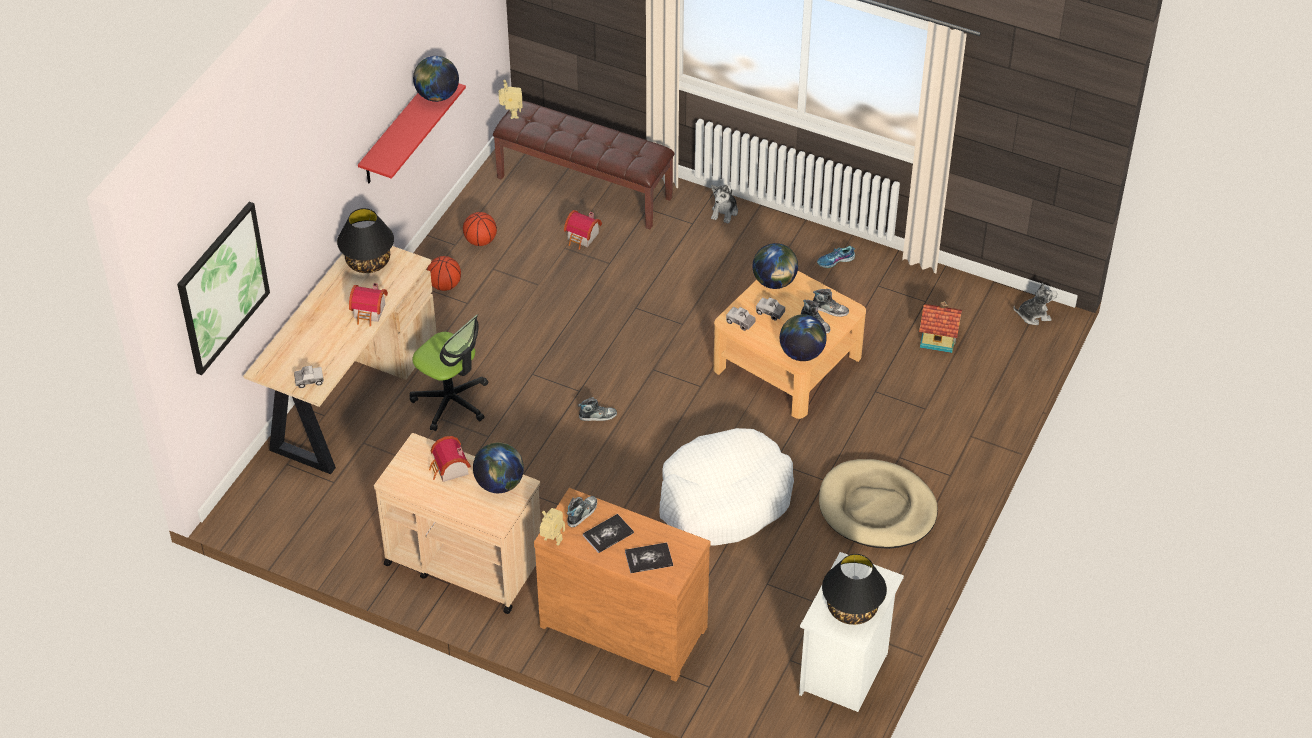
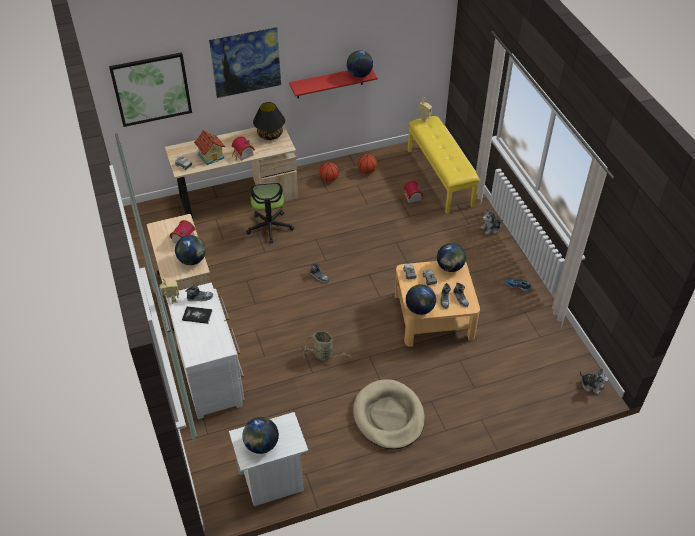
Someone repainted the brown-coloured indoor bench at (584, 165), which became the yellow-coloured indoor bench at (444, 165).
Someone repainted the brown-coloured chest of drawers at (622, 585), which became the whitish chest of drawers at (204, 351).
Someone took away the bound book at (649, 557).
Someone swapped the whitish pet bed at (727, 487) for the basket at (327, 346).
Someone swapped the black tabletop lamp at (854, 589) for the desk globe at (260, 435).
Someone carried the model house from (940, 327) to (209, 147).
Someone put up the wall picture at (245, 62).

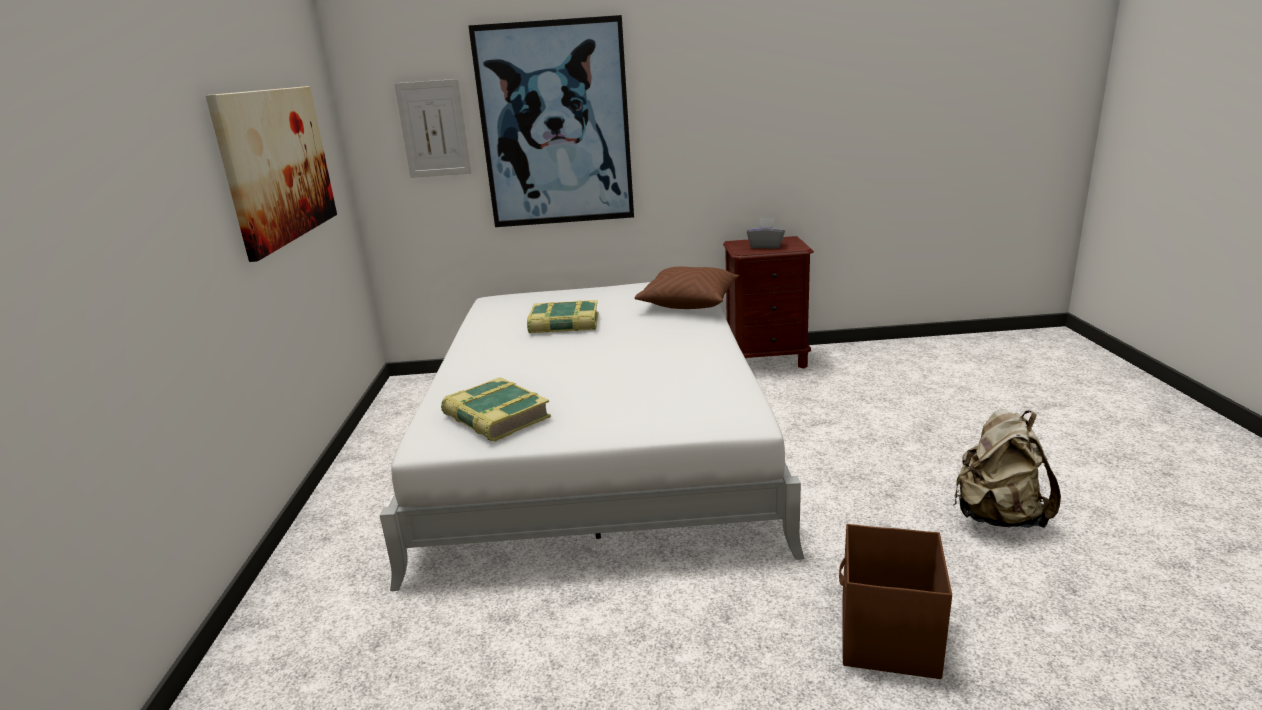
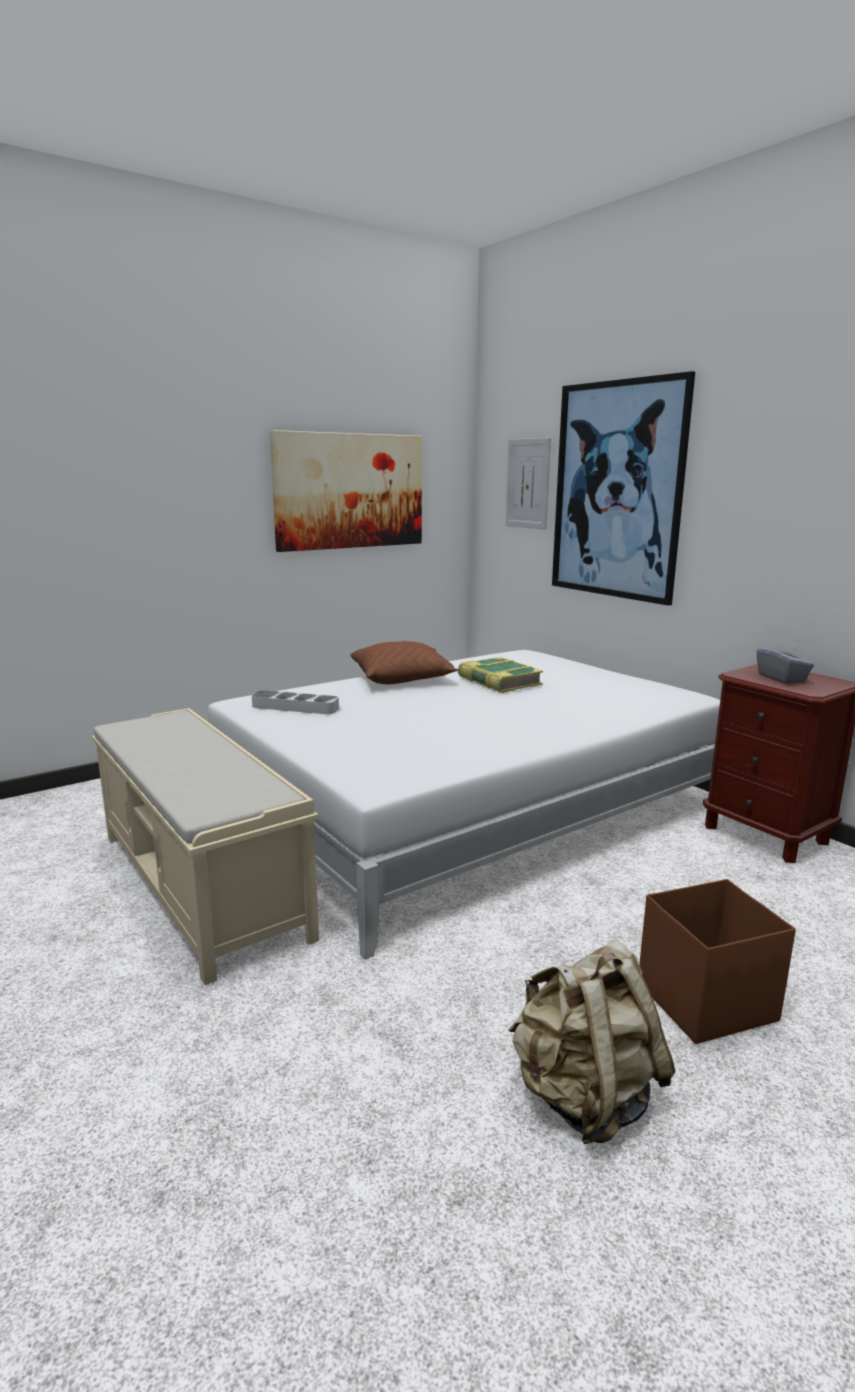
Someone swapped the bound book at (496, 409) for the gray tray at (295, 702).
Someone carried the brown-coloured throw pillow from (686, 287) to (404, 662).
Someone carried the brown-coloured storage box from (895, 601) to (717, 961).
Someone put down the beige indoor bench at (205, 846).

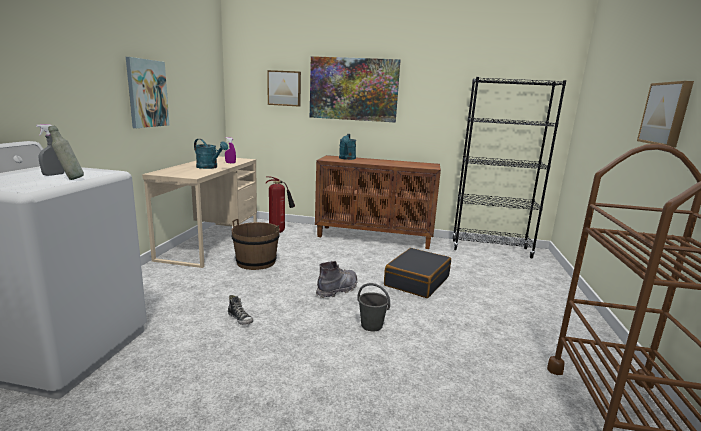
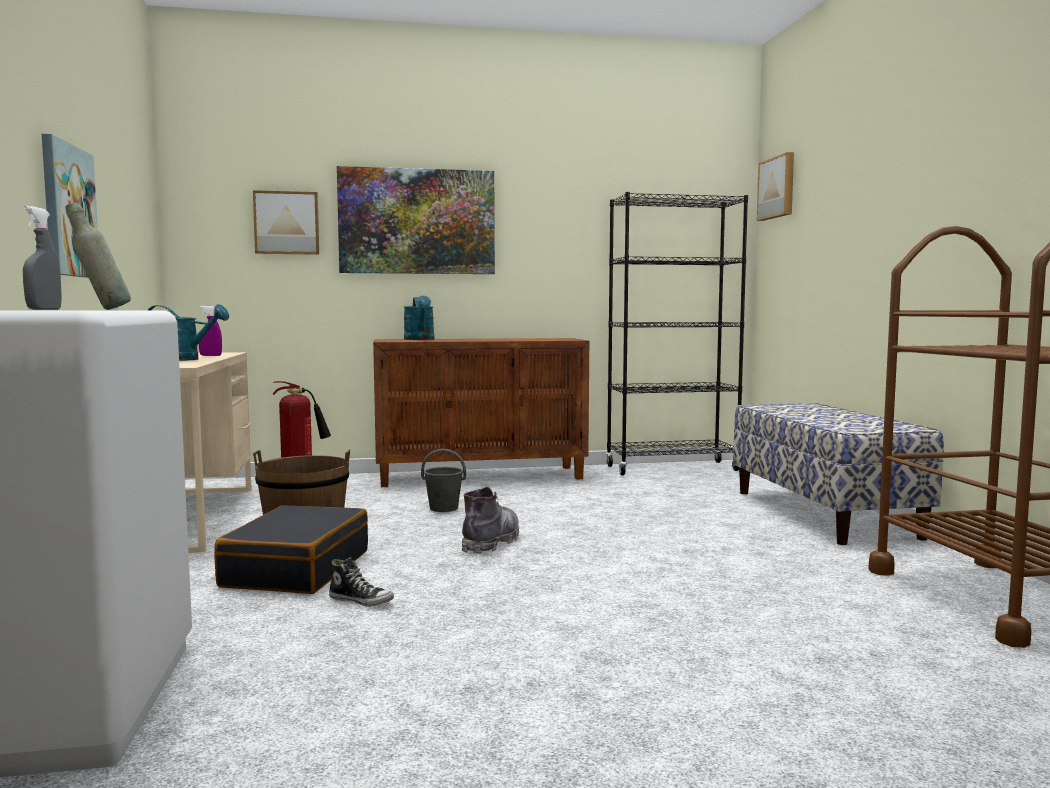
Someone carried the gray water bucket from (373, 307) to (443, 480).
Someone carried the black travel case from (417, 273) to (291, 549).
Someone carried the wall picture from (665, 114) to (775, 186).
Someone put down the indoor bench at (838, 474).

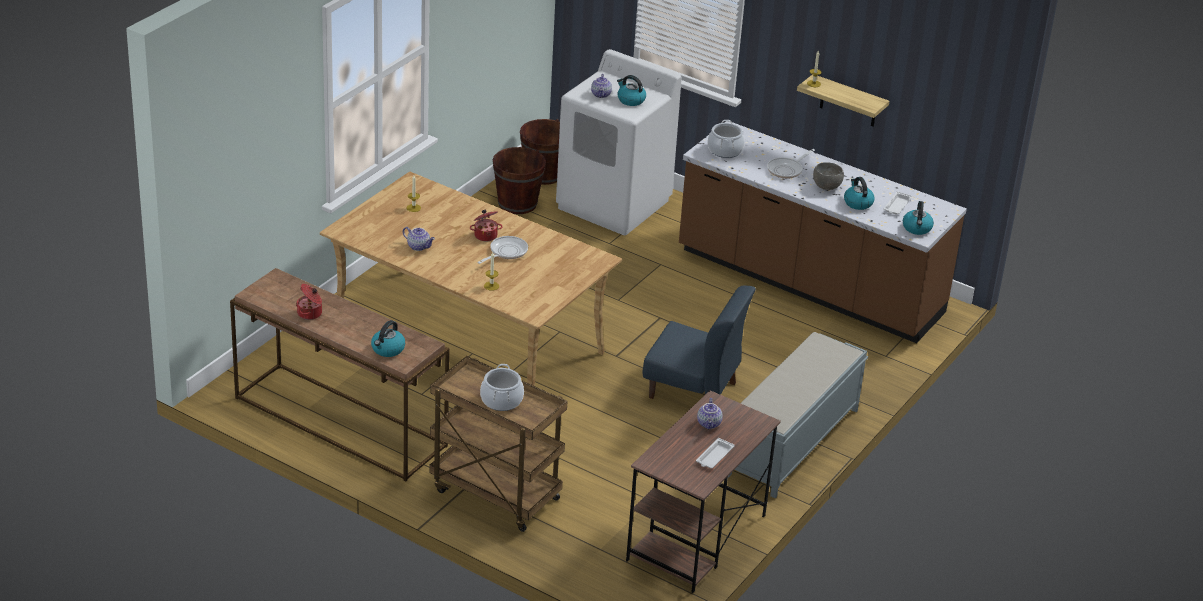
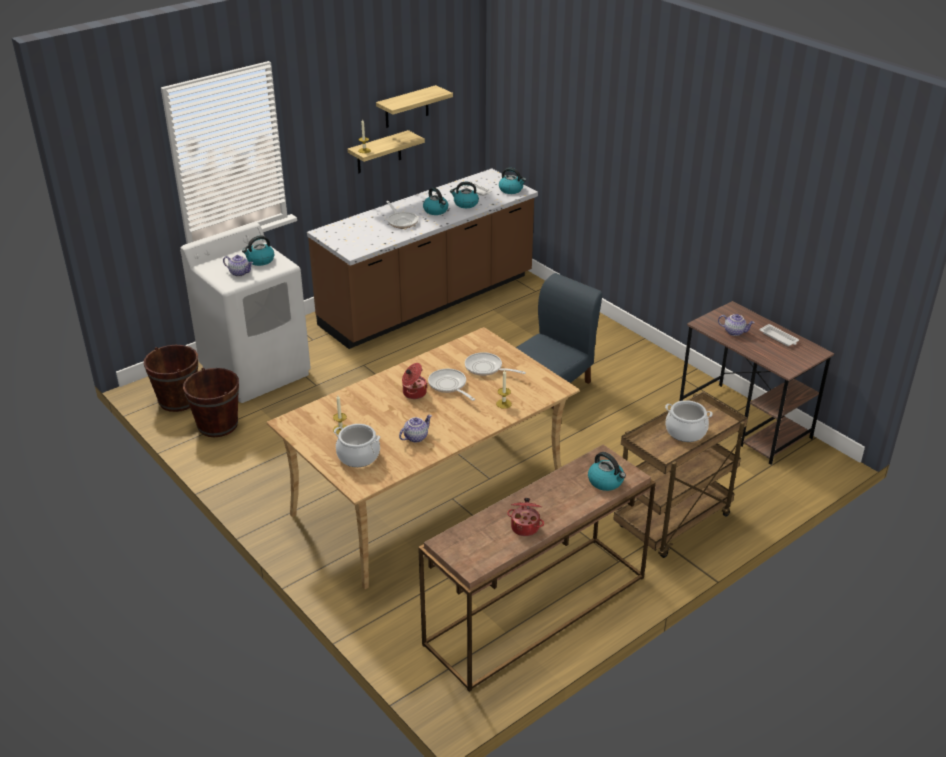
Someone carried the saucepot from (726, 139) to (357, 445).
Someone took away the gray indoor bench at (798, 415).
Someone swapped the gray bowl at (828, 176) for the tea kettle at (435, 201).
Someone put up the shelf at (414, 106).
Someone put down the skillet at (495, 364).

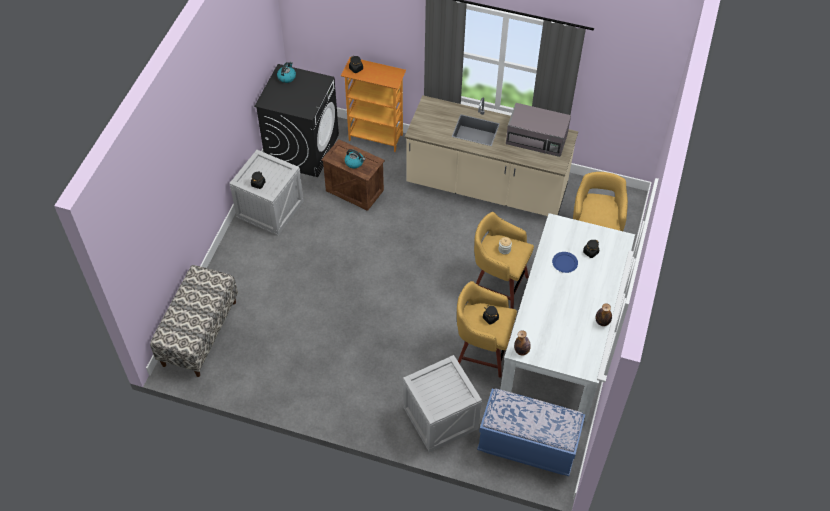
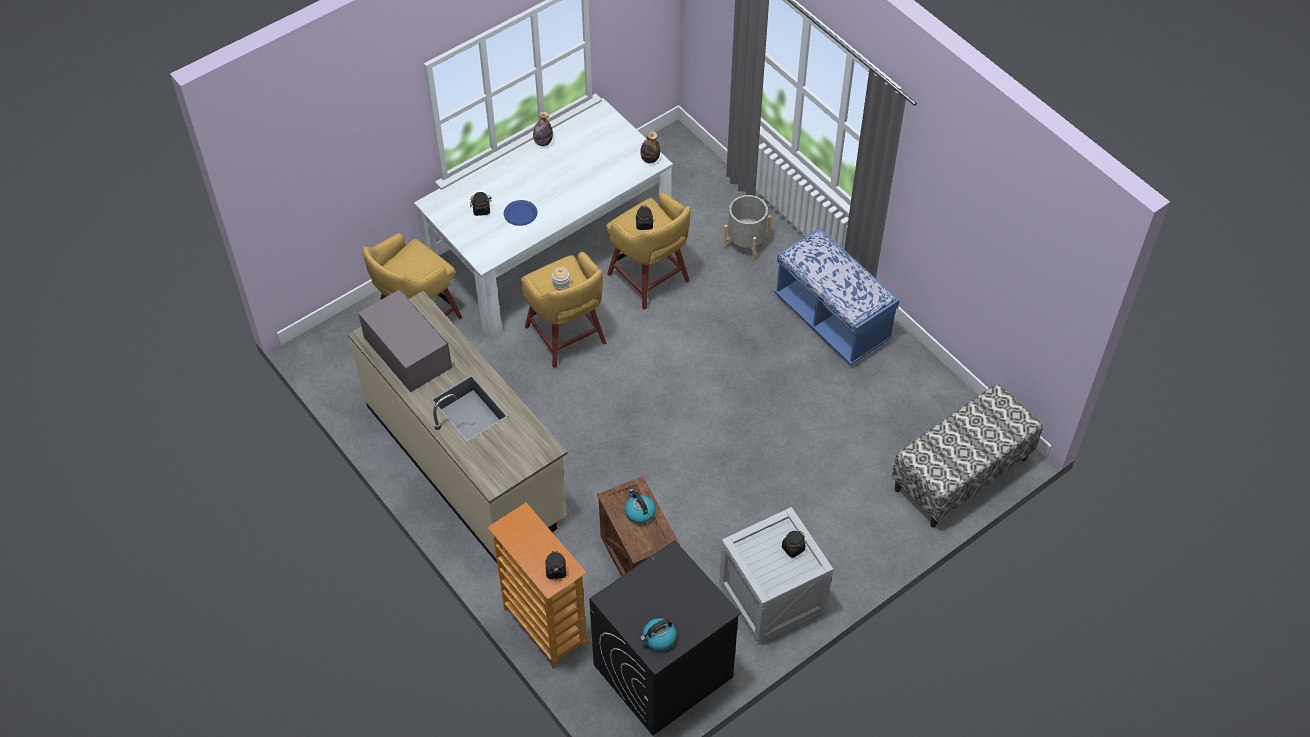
Someone swapped the shipping crate at (442, 403) for the gray planter at (747, 228).
Someone carried the bluish indoor bench from (531, 432) to (837, 296).

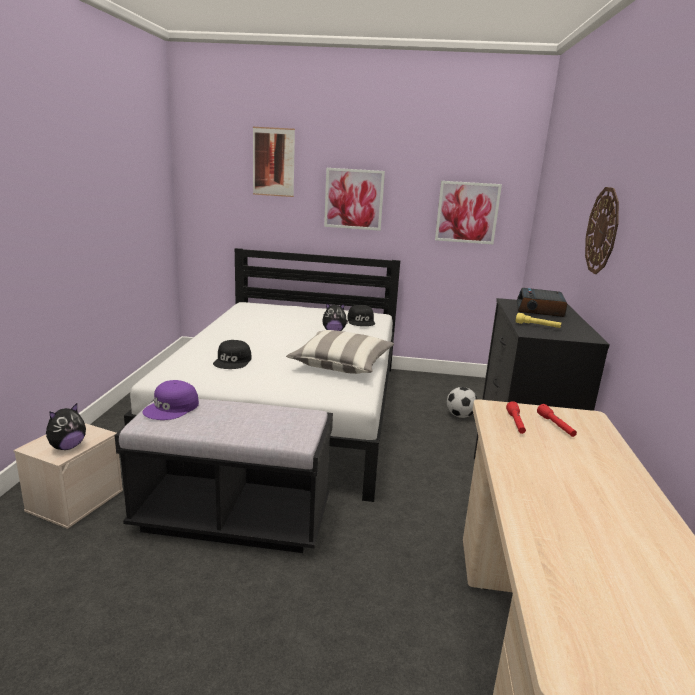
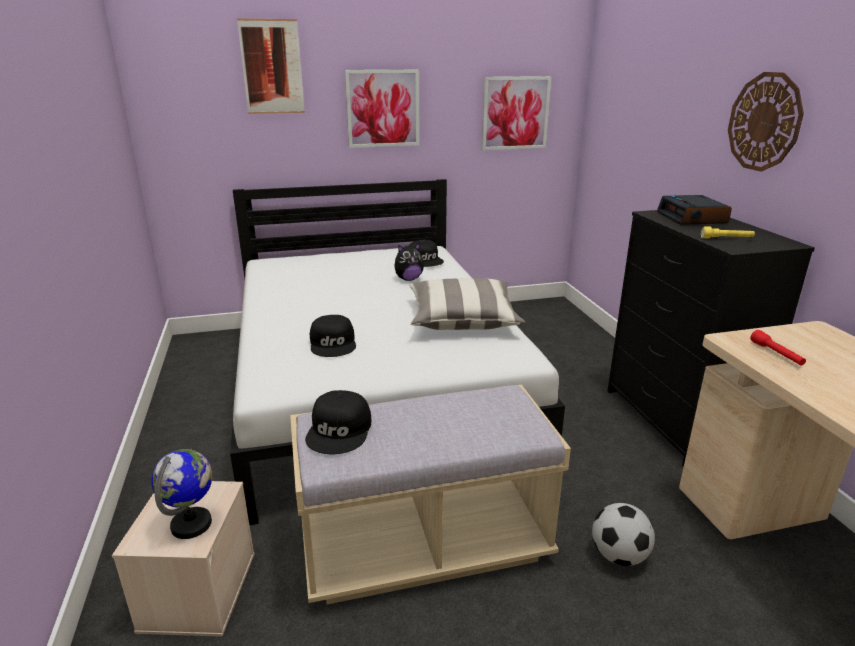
Someone swapped the cuddly toy at (66, 426) for the desk globe at (182, 494).
Someone repainted the black indoor bench at (223, 476), which became the beige indoor bench at (430, 494).
Someone repainted the purple cap at (170, 400), which became the black cap at (338, 422).
Someone carried the football from (462, 402) to (623, 534).
Someone took away the red hand torch at (557, 420).

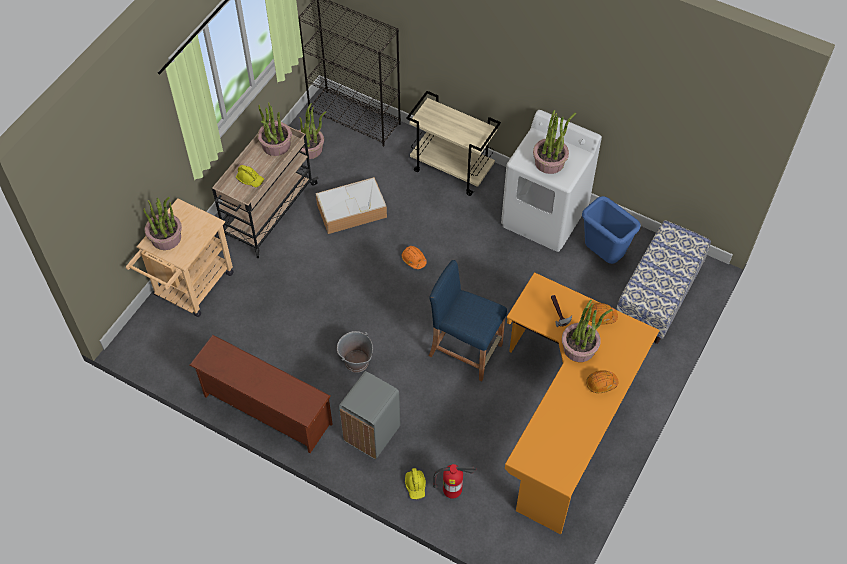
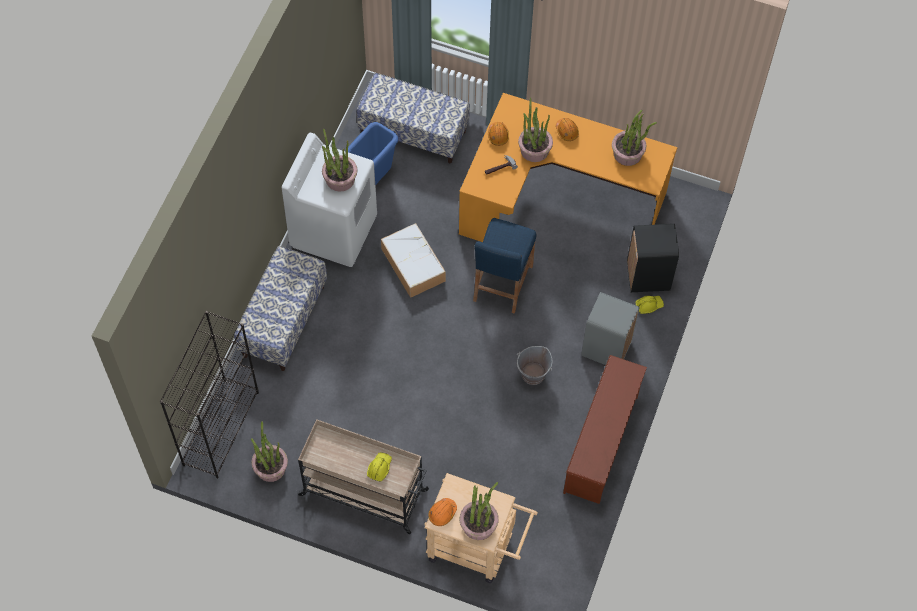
Someone carried the houseplant from (275, 129) to (634, 138).
Someone carried the storage box from (351, 205) to (413, 260).
Someone carried the orangey work helmet from (414, 257) to (442, 512).
Someone swapped the beige wheeled cart at (453, 143) for the indoor bench at (280, 308).
Someone swapped the fire extinguisher at (454, 481) for the black rubbish bin at (653, 258).

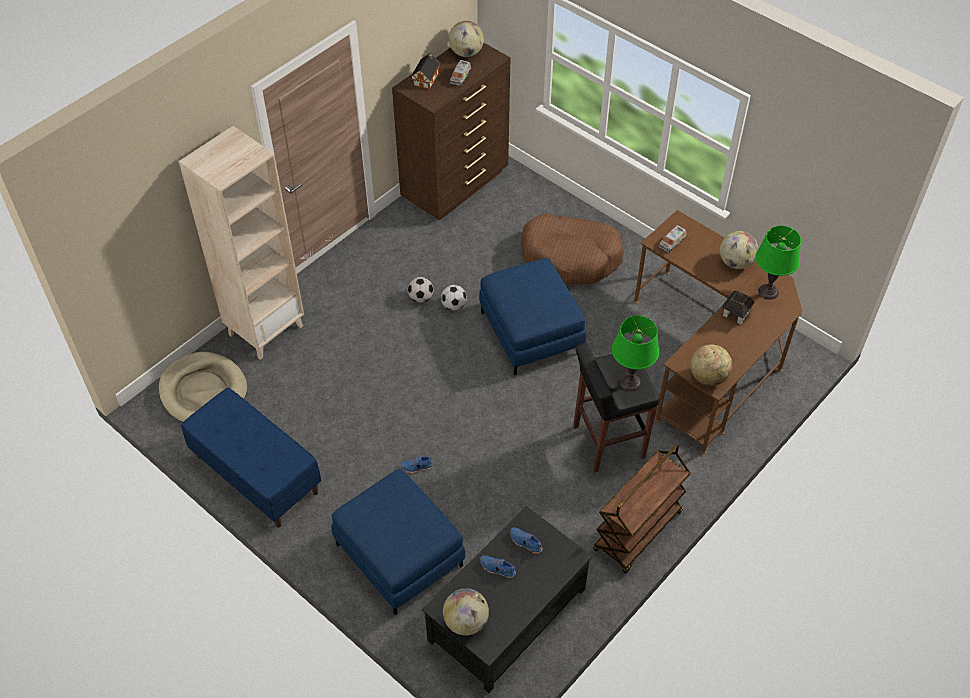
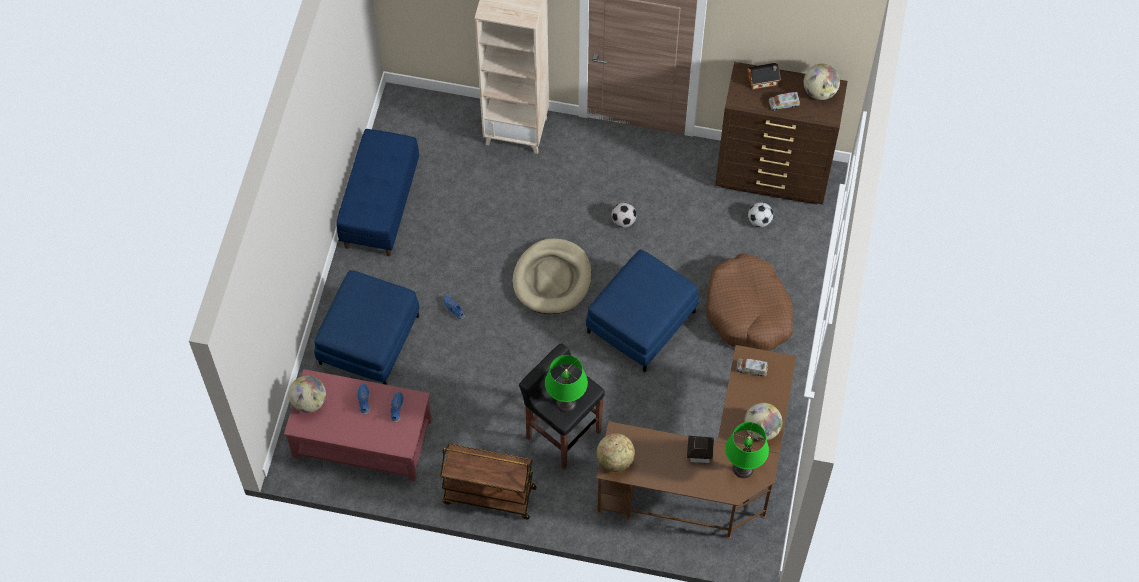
Someone carried the beige pet bed from (203, 387) to (552, 276).
Someone repainted the black coffee table at (507, 599), which became the red coffee table at (358, 425).
Someone carried the football from (454, 298) to (760, 214).

